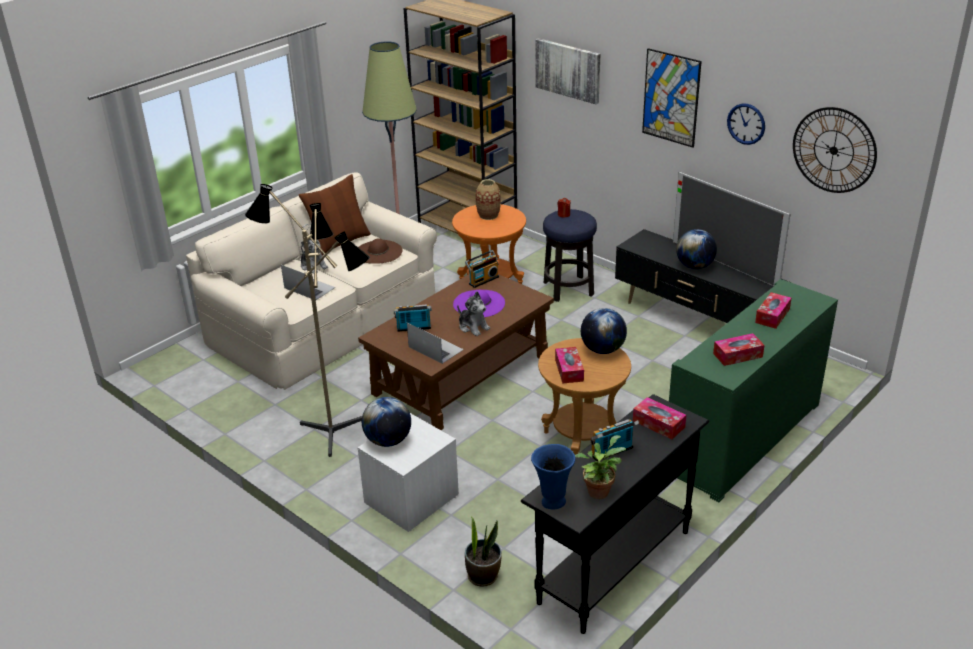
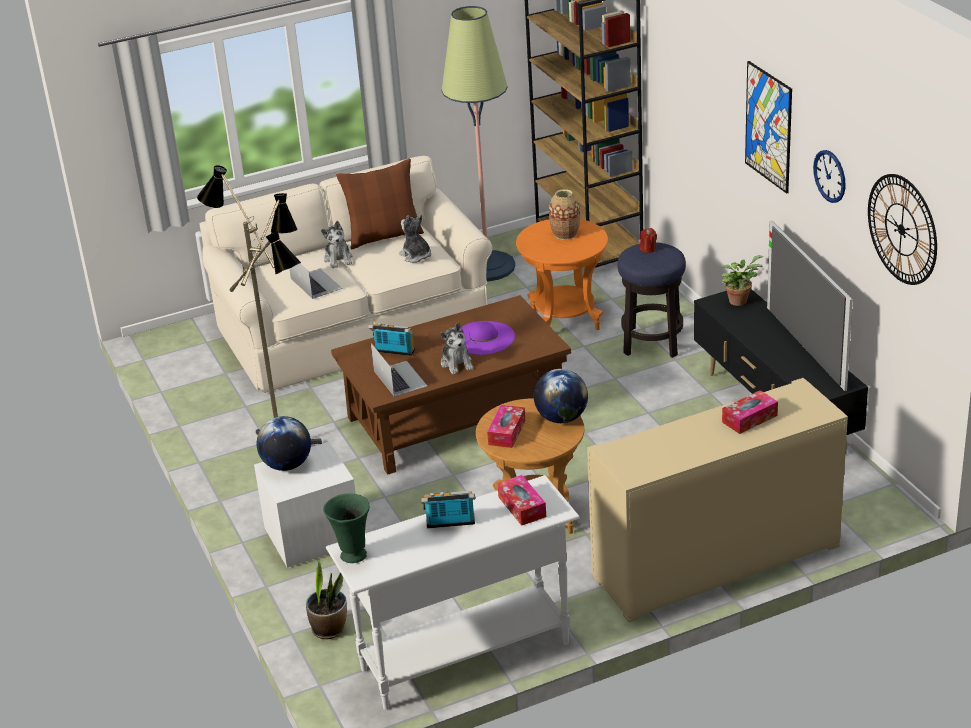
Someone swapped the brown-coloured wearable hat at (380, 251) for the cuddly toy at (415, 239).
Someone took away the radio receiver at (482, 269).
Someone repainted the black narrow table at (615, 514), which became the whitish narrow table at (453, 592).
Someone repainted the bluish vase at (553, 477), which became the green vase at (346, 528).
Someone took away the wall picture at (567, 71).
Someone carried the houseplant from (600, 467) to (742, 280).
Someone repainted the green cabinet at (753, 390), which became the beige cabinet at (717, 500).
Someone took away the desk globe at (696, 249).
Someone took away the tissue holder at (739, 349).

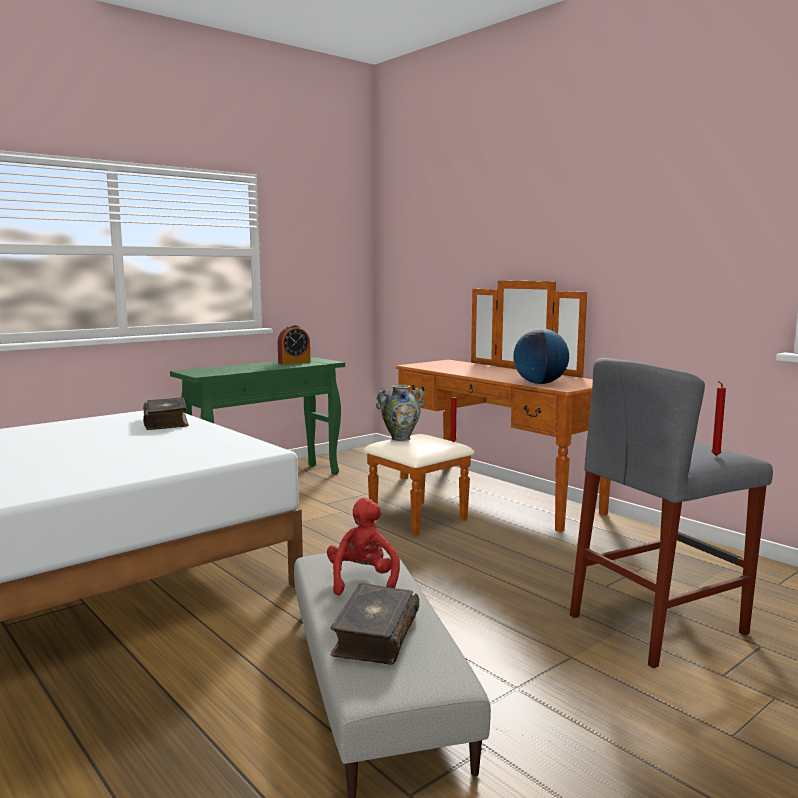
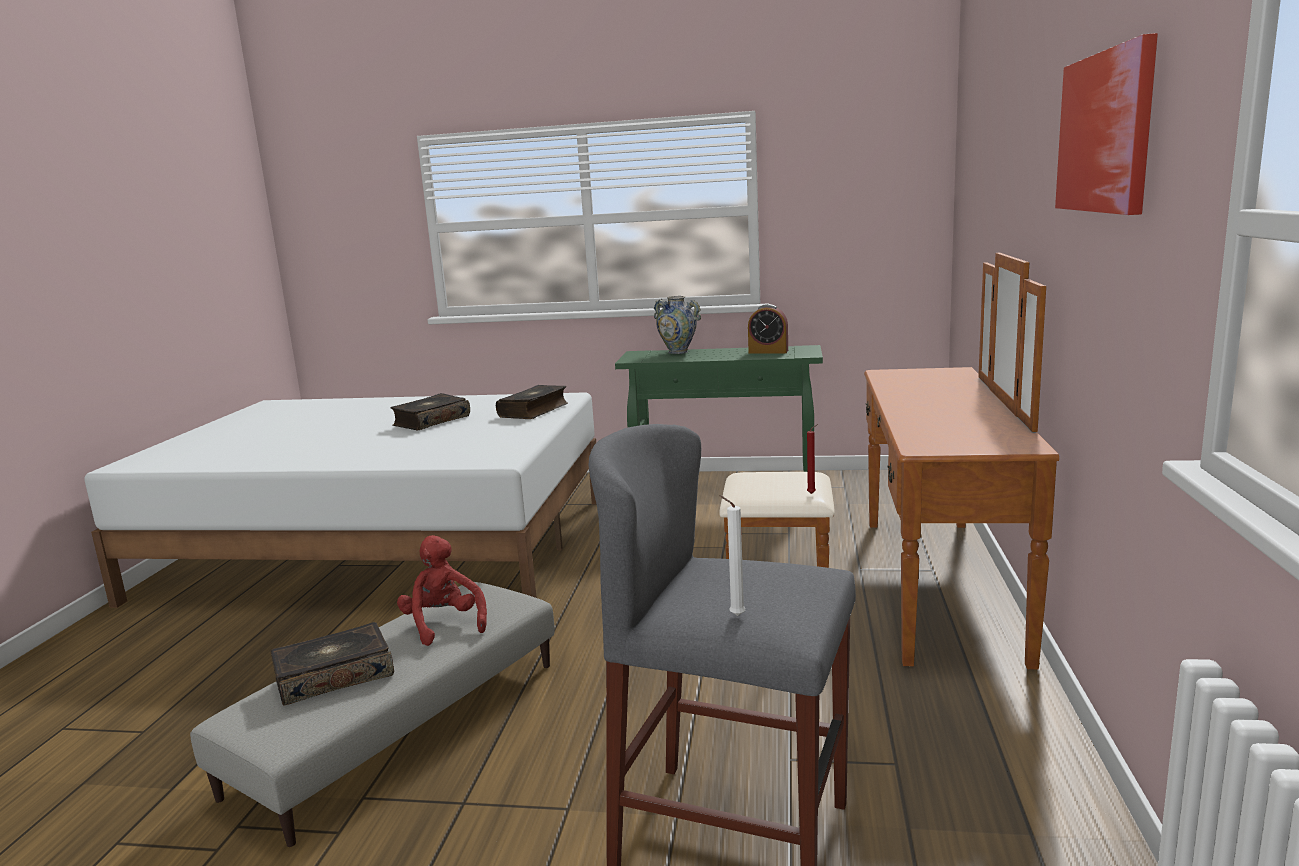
Someone rotated the red cuddly toy at (363, 546) by 75 degrees counterclockwise.
Someone carried the vase from (400, 413) to (677, 325).
Someone took away the desk globe at (541, 356).
Someone repainted the red wax light at (718, 418), which became the whitish wax light at (732, 555).
Someone put down the bound book at (430, 411).
Someone put up the wall picture at (1106, 124).

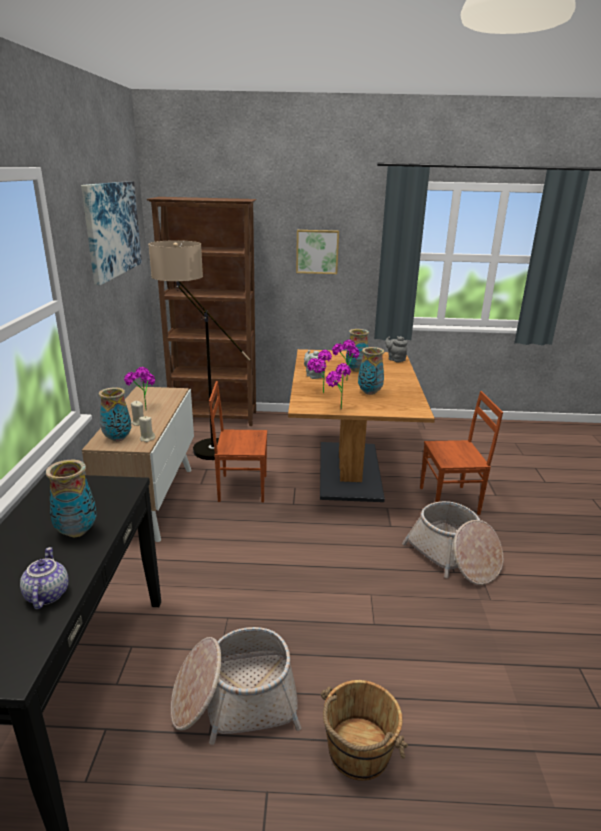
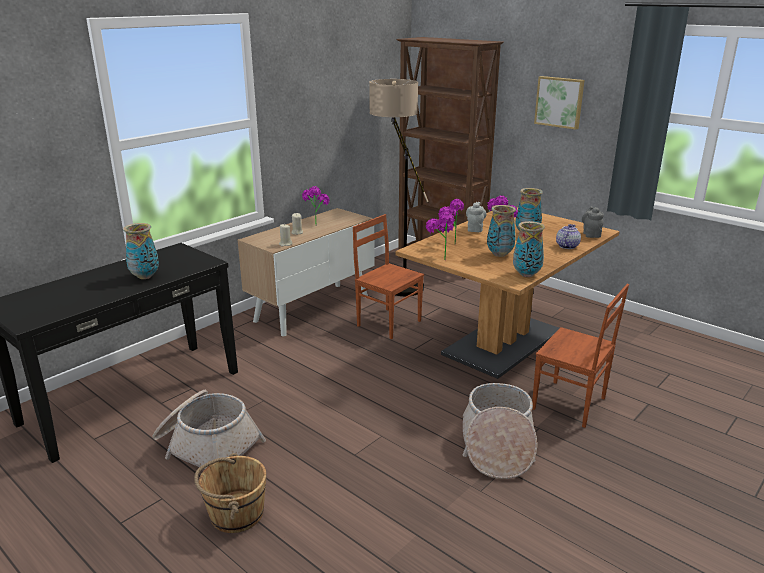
Someone carried the teapot from (44, 578) to (568, 236).
Someone took away the wall picture at (111, 233).
Someone carried the vase from (114, 414) to (529, 249).

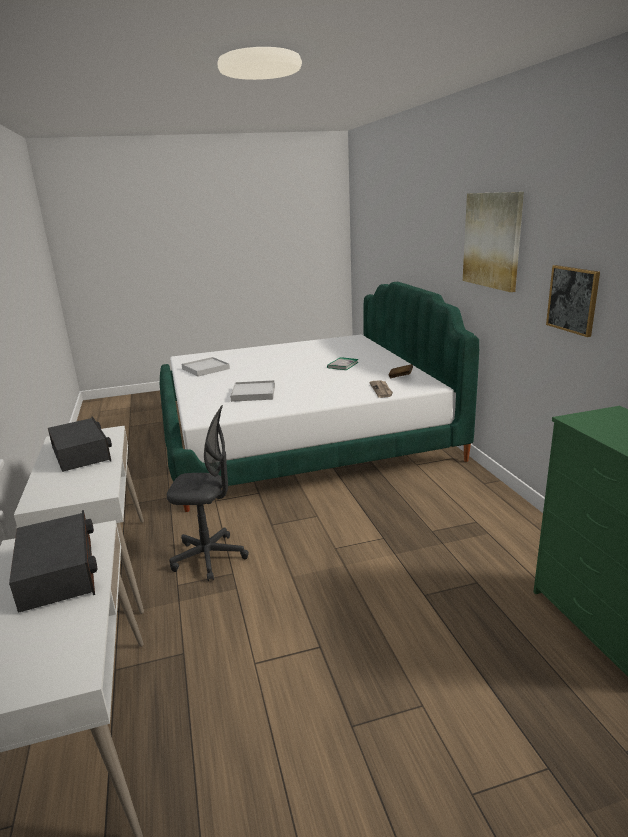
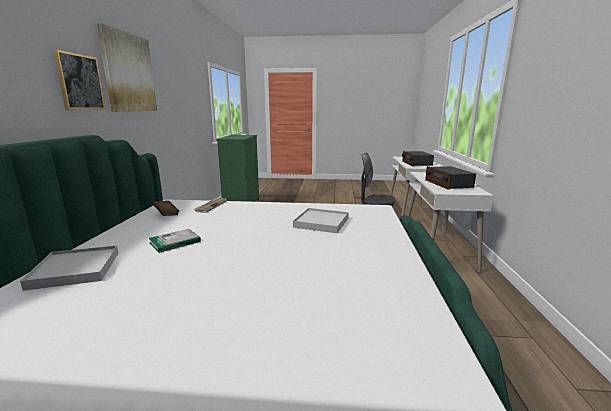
Someone carried the whitish tray from (206, 367) to (69, 268).
Someone carried the wall picture from (573, 301) to (79, 79).

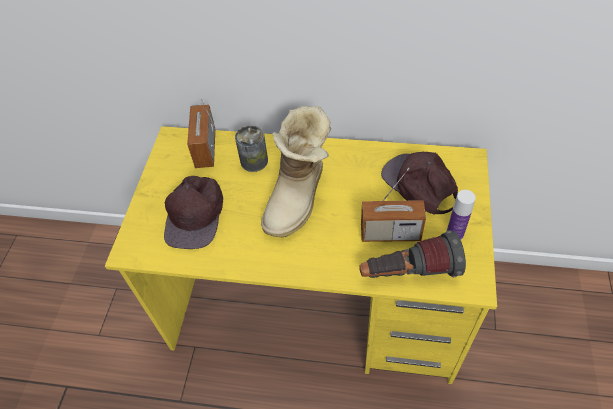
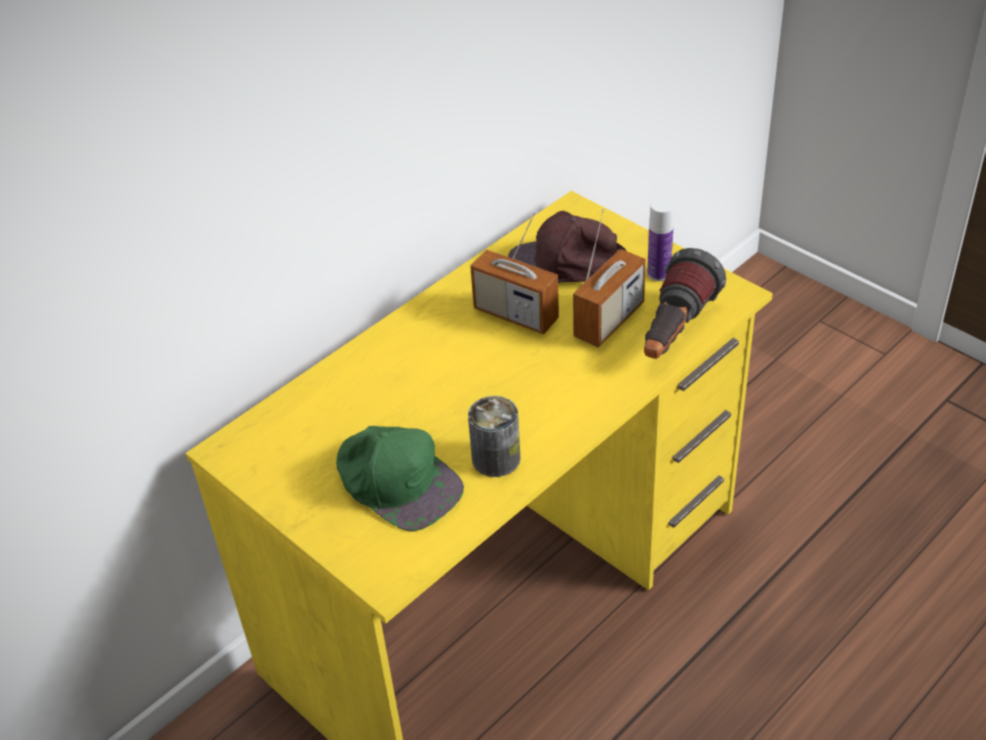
Someone repainted the brown-coloured cap at (193, 212), which became the green cap at (400, 479).
Someone carried the radio receiver from (201, 133) to (514, 273).
Someone carried the can from (251, 148) to (494, 436).
Someone took away the tall boot at (296, 172).

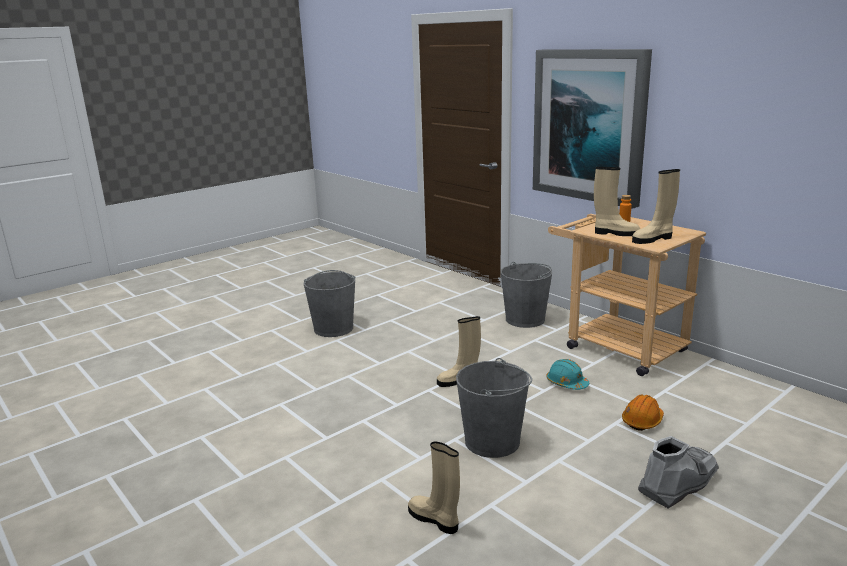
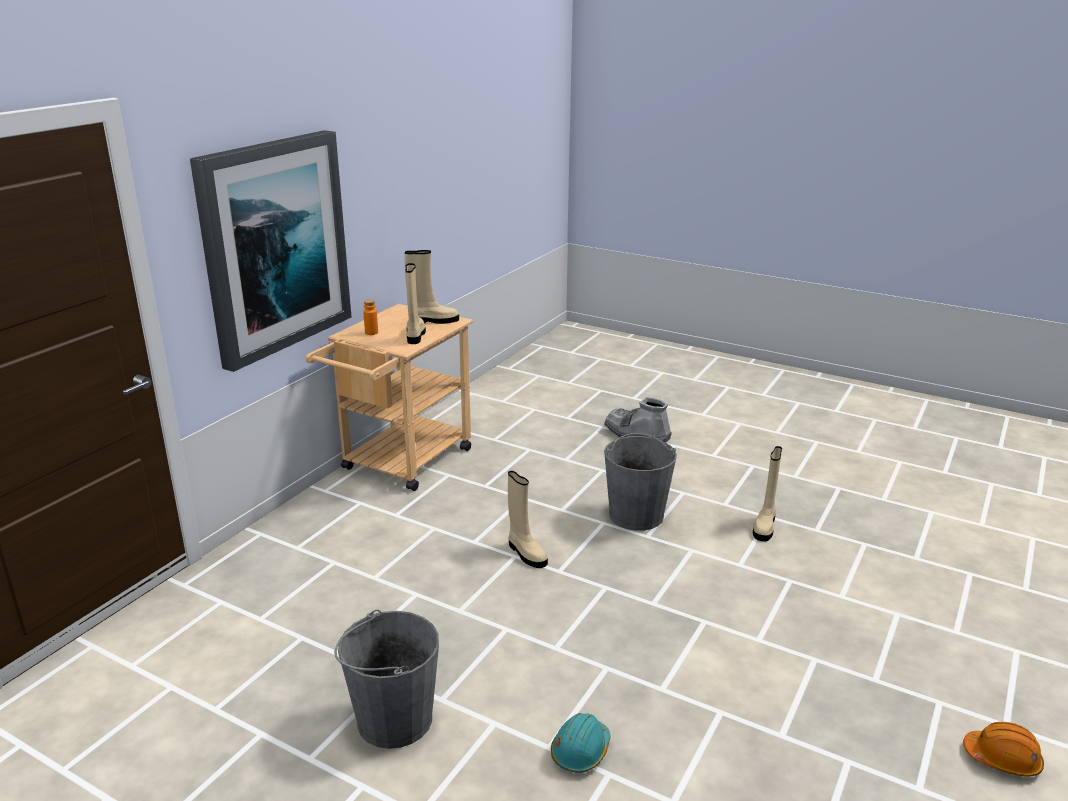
Someone took away the gray water bucket at (526, 295).
Someone carried the blue-green work helmet from (567, 374) to (581, 743).
Someone carried the orangey work helmet from (643, 412) to (1003, 749).
Someone rotated the beige tall boot at (656, 206) by 60 degrees counterclockwise.

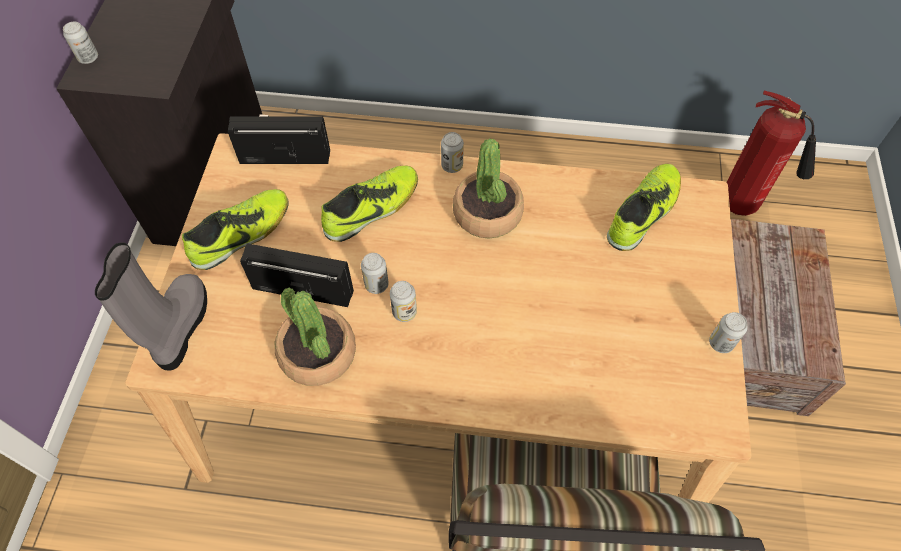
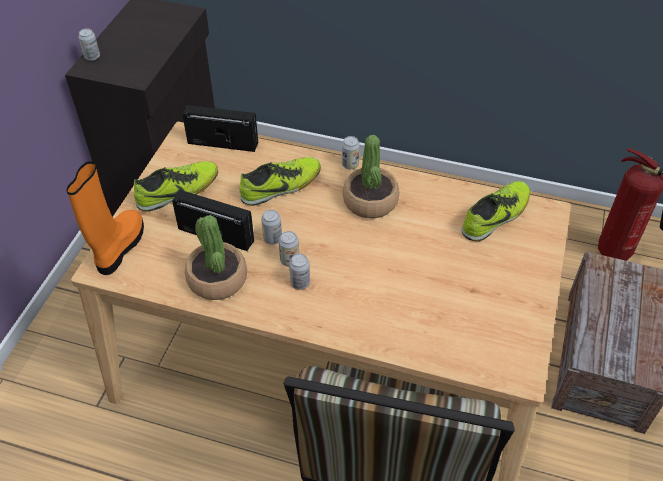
Someone repainted the gray tall boot at (151, 306), which became the orangey tall boot at (105, 218).
Someone carried the can from (728, 332) to (299, 272).

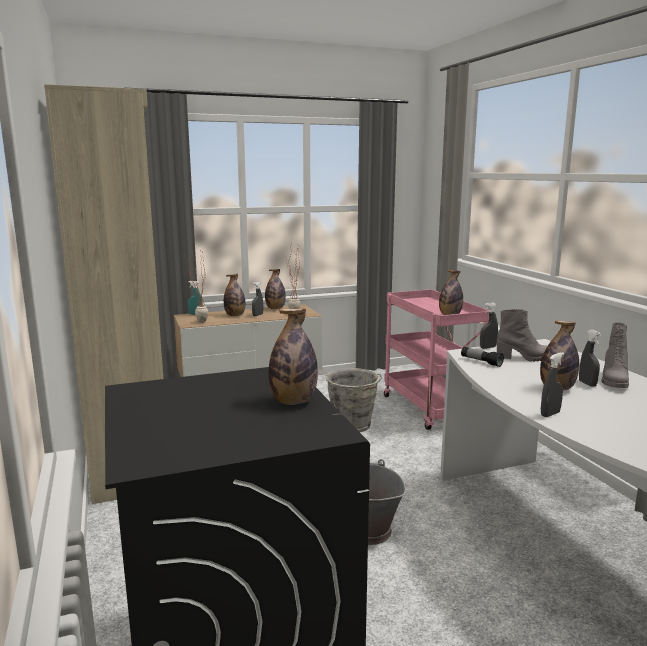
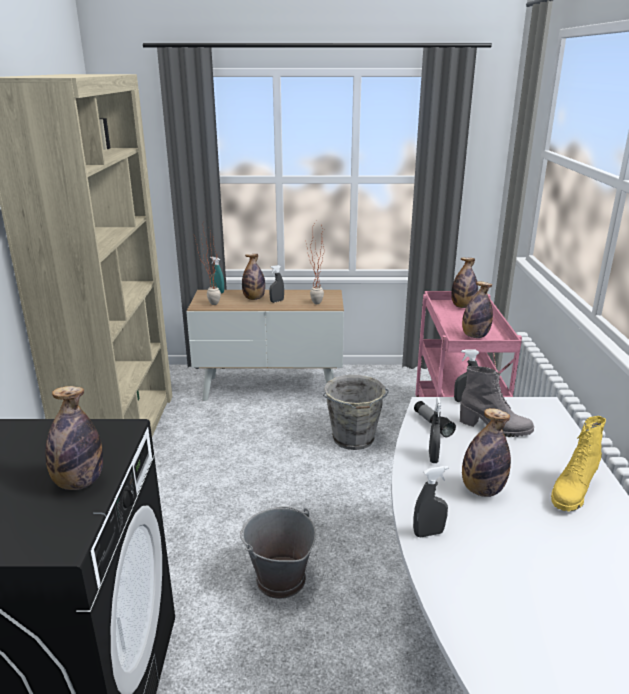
Someone carried the drink bottle from (275, 289) to (464, 283).
Someone carried the gray sprayer from (590, 358) to (435, 430).
Someone repainted the gray tall boot at (615, 355), which became the yellow-coloured tall boot at (578, 464).

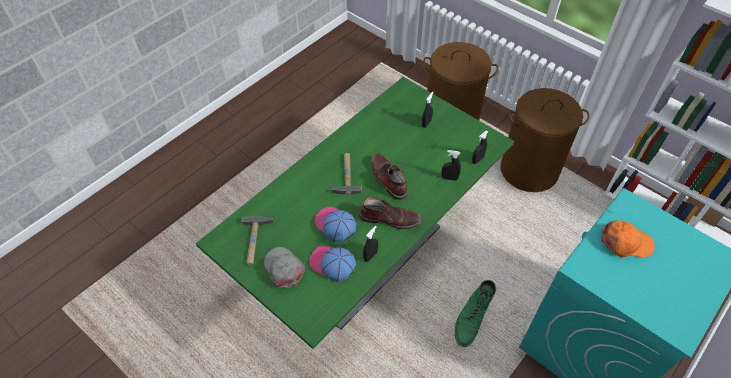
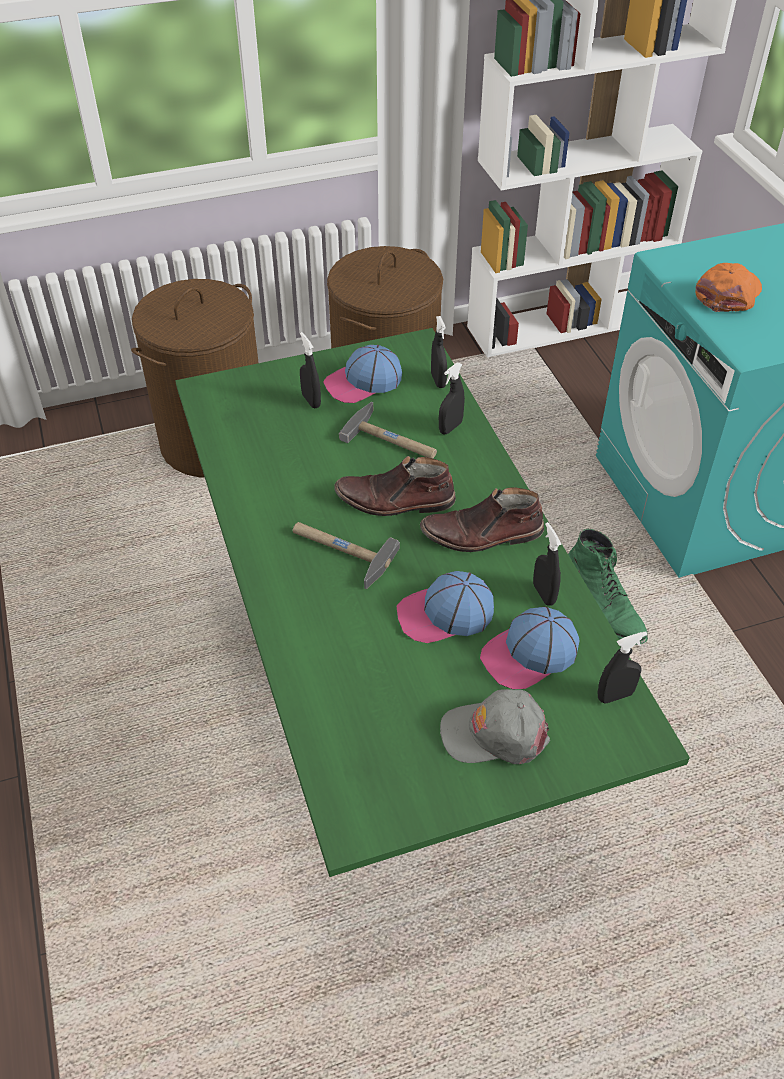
Someone carried the tool hammer from (257, 240) to (388, 430).
Someone rotated the brown-coloured tall boot at (390, 213) by 135 degrees counterclockwise.
Someone put down the cap at (362, 374).
Someone put down the black sprayer at (622, 667).

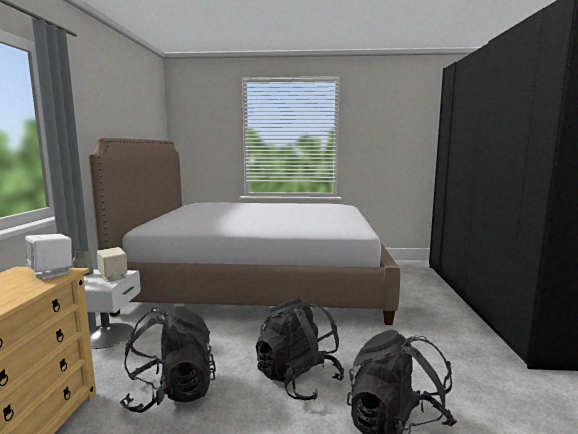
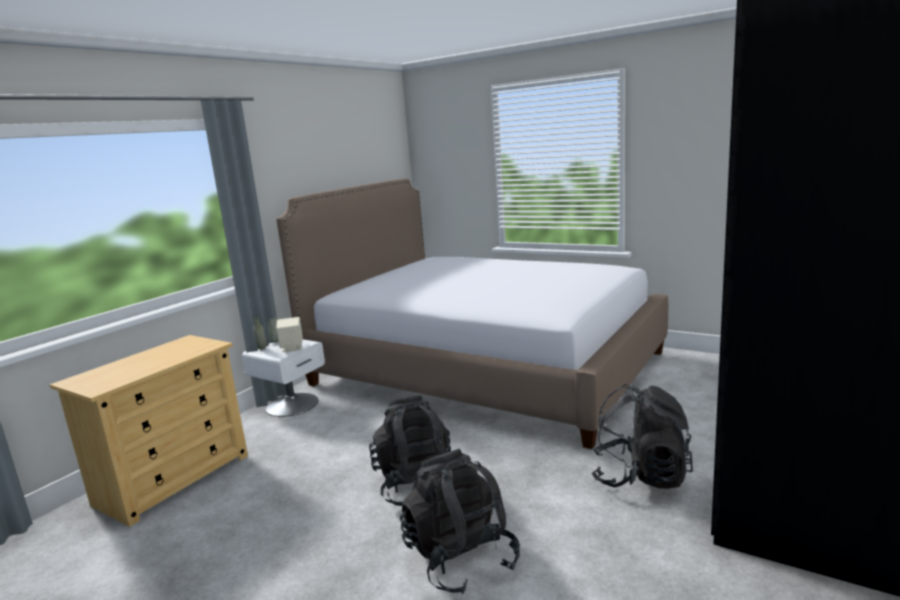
Someone took away the whitish speaker at (48, 257).
Someone carried the black backpack from (168, 359) to (642, 436).

